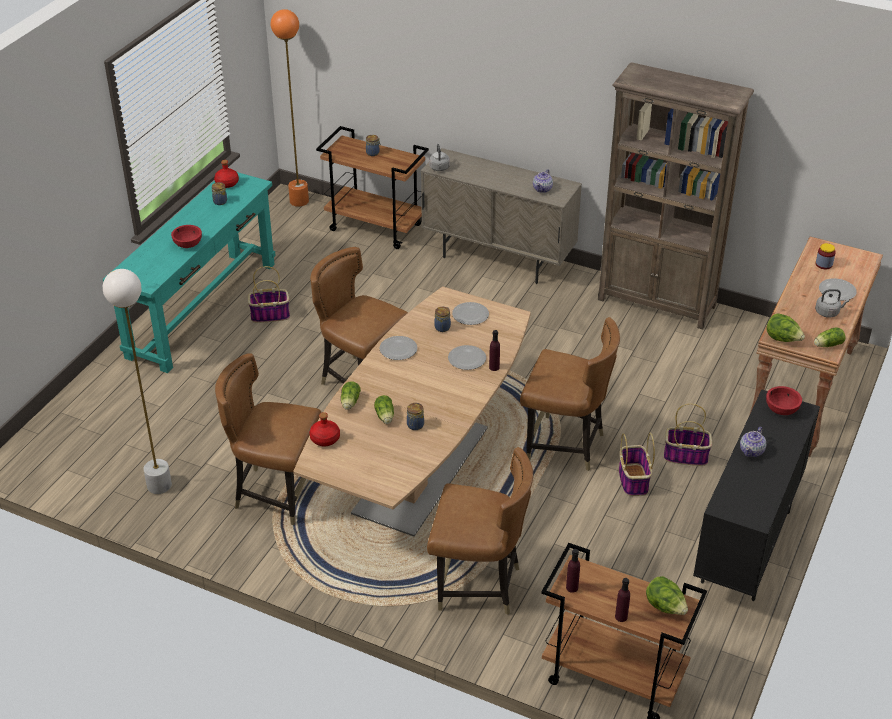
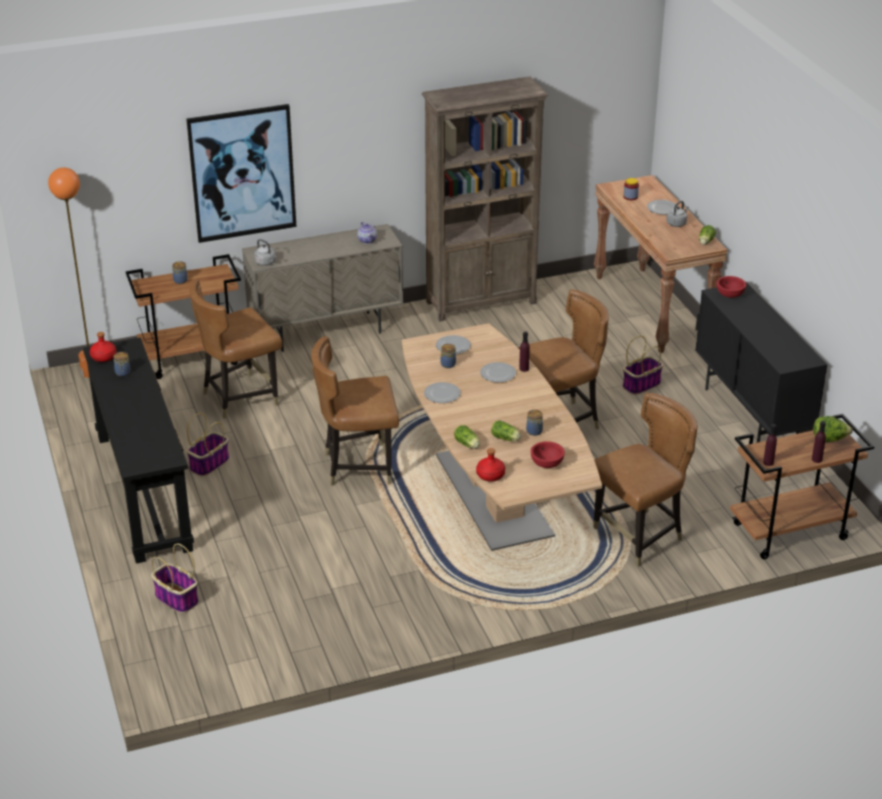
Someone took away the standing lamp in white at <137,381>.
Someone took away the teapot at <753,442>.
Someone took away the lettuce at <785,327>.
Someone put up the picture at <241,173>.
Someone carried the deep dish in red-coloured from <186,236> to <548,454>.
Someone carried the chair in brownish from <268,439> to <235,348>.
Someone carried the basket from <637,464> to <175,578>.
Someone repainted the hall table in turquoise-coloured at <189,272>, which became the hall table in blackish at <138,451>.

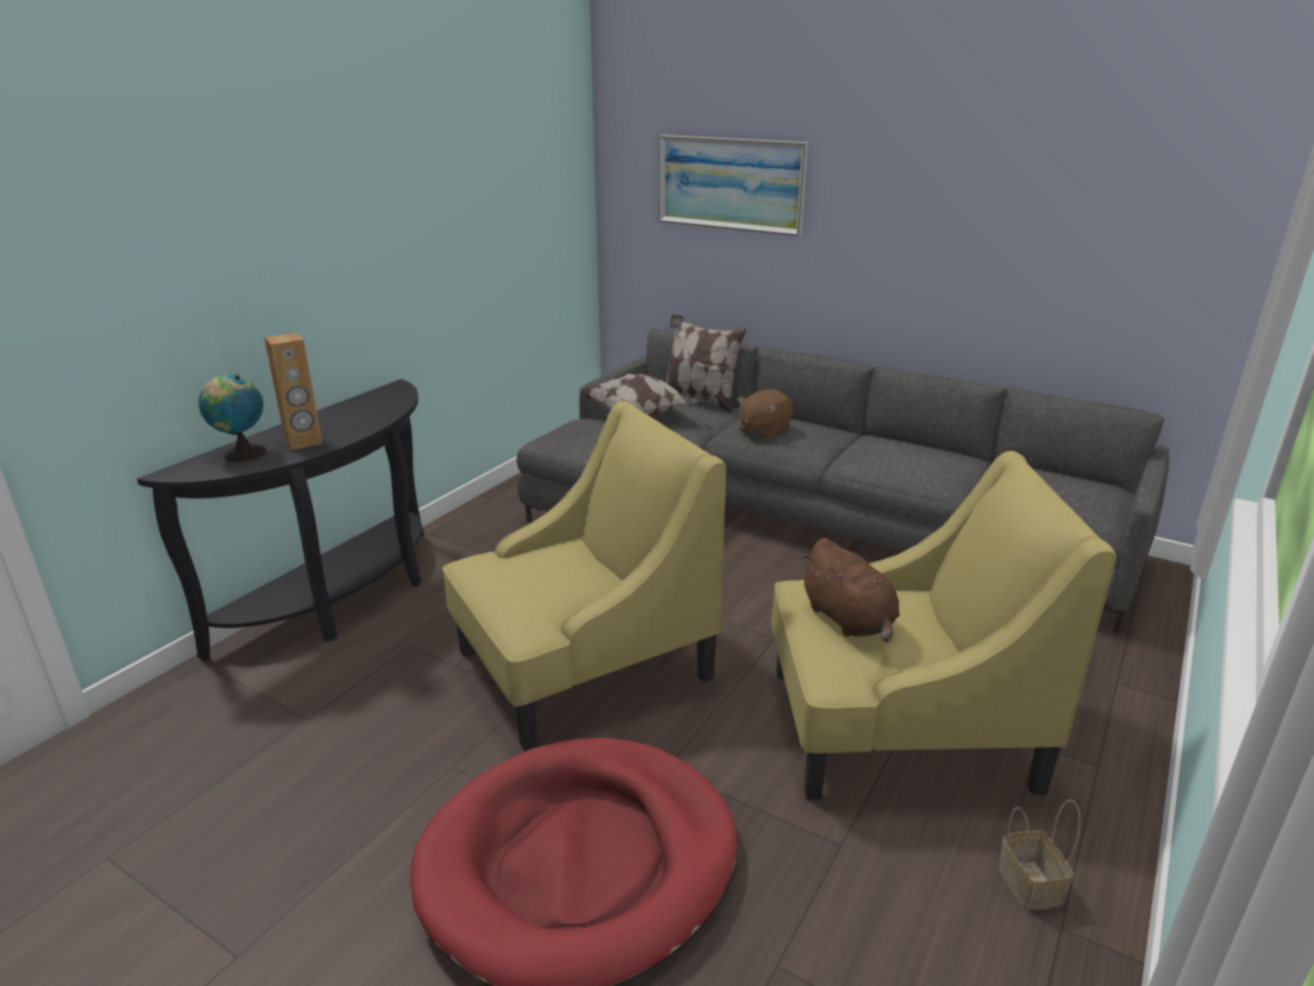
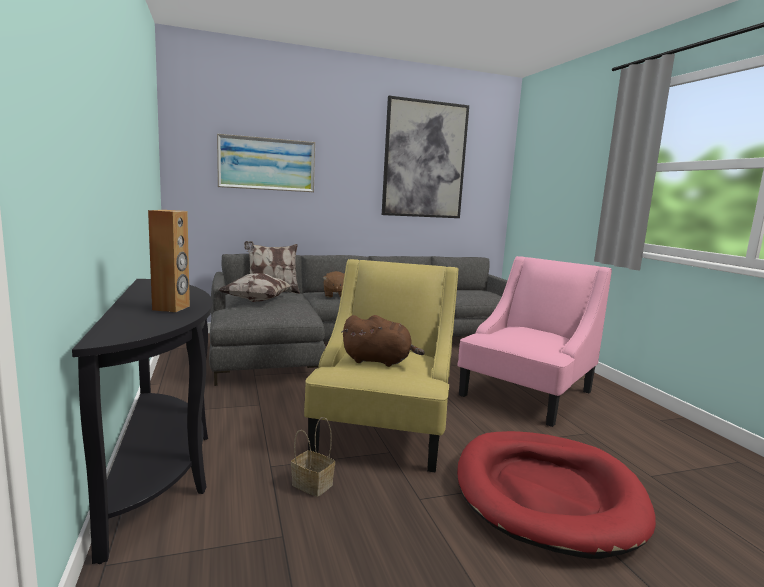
Someone took away the desk globe at <232,418>.
Someone put up the picture at <425,157>.
Someone carried the cuddly toy in brownish from <850,590> to <383,341>.
Someone carried the basket from <1039,855> to <313,457>.
Someone repainted the easy chair in yellow at <943,625>, which became the easy chair in pink at <534,341>.

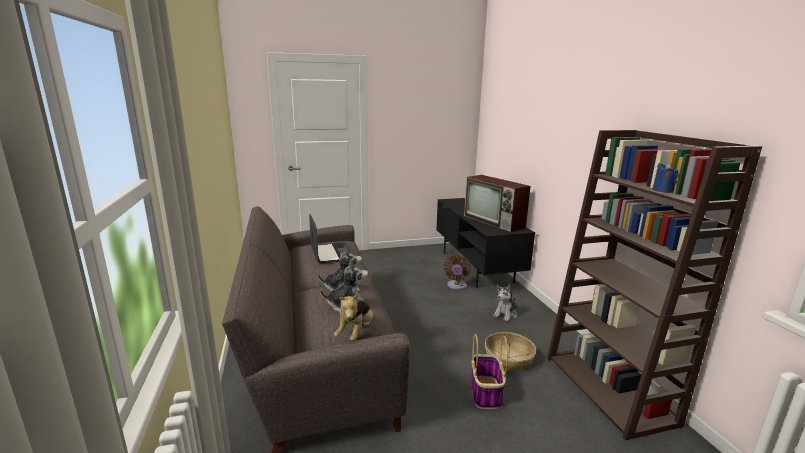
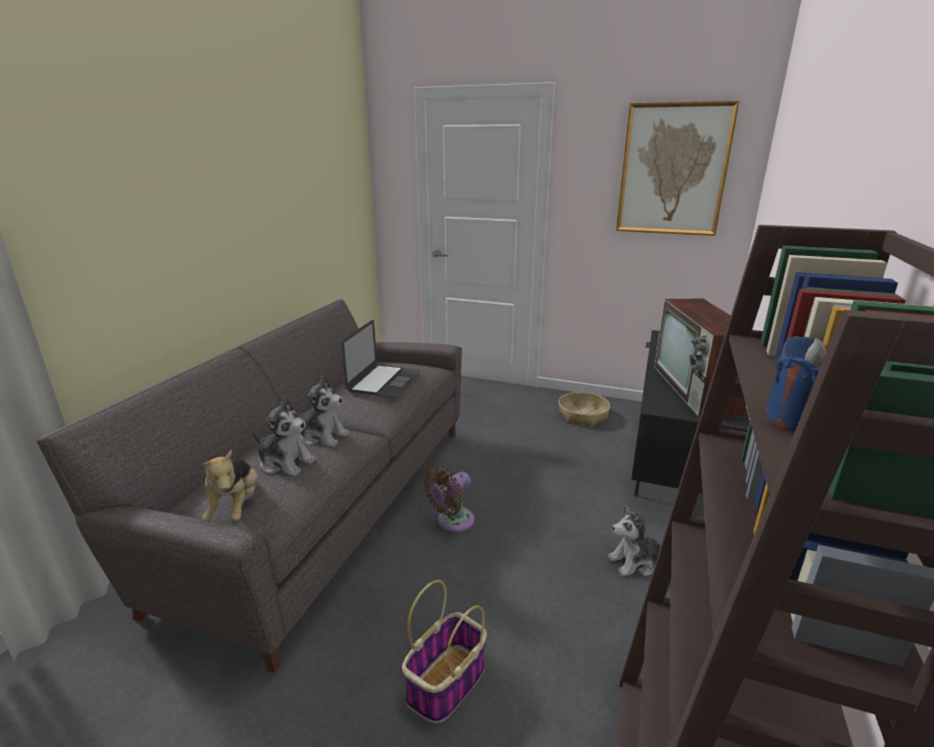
Someone put up the picture at <677,168>.
Someone carried the electric fan in brownish from <457,272> to <449,499>.
Someone carried the basket from <510,352> to <584,409>.
Someone rotated the cuddly toy at <353,317> by 60 degrees counterclockwise.

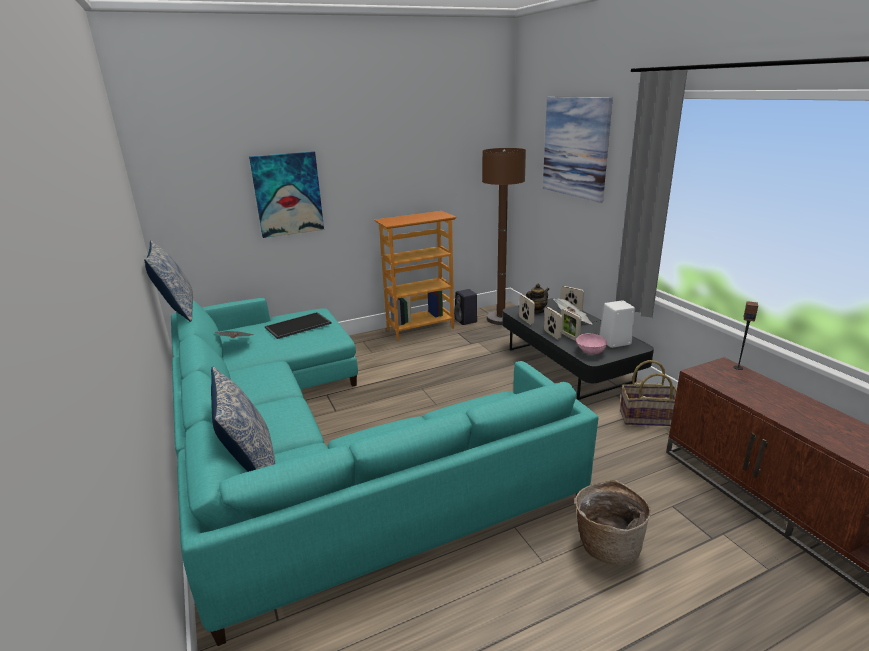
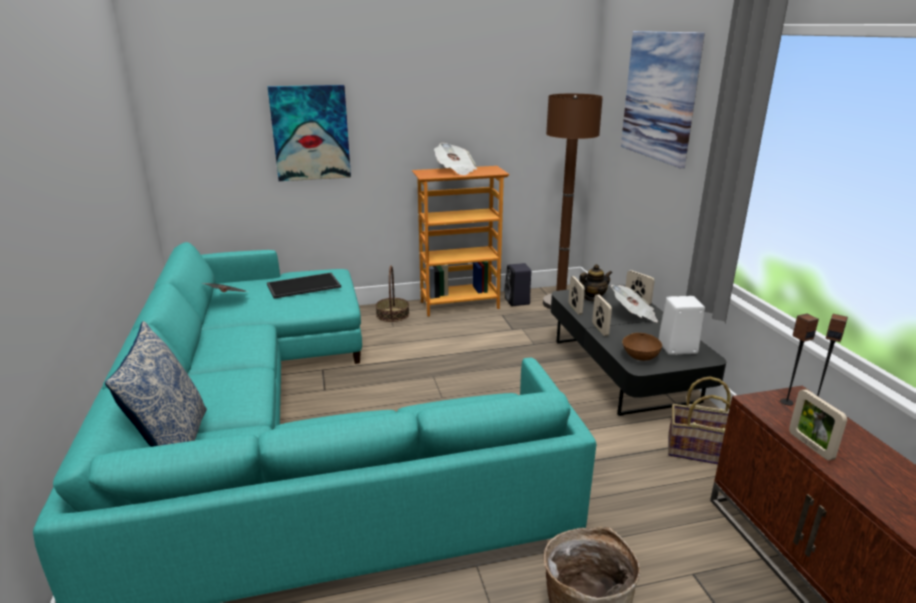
Someone took away the pillow at <168,281>.
Someone put down the basket at <392,293>.
Someone put down the newspaper at <455,159>.
Someone put down the loudspeaker at <799,360>.
Someone carried the photo frame from <571,325> to <818,424>.
Someone repainted the deep dish in pink at <591,343>, which became the deep dish in brownish at <642,347>.

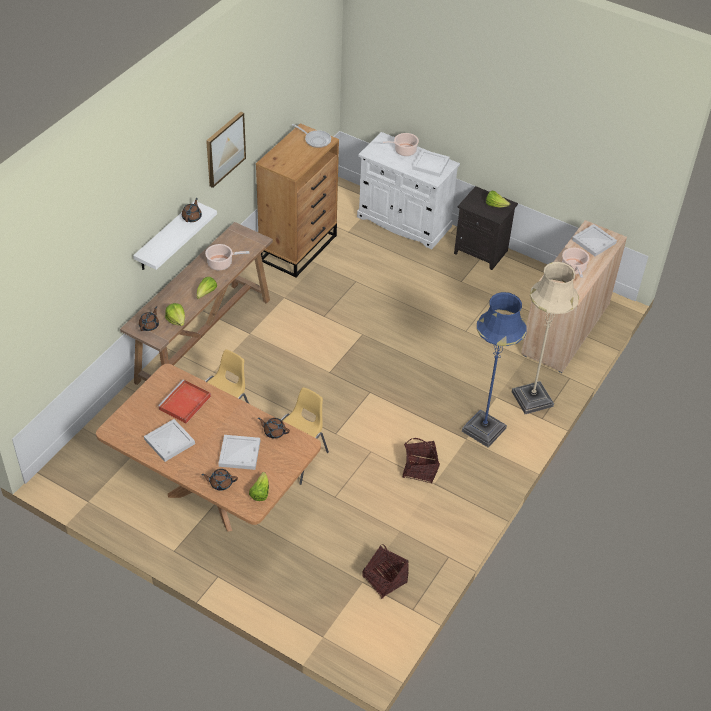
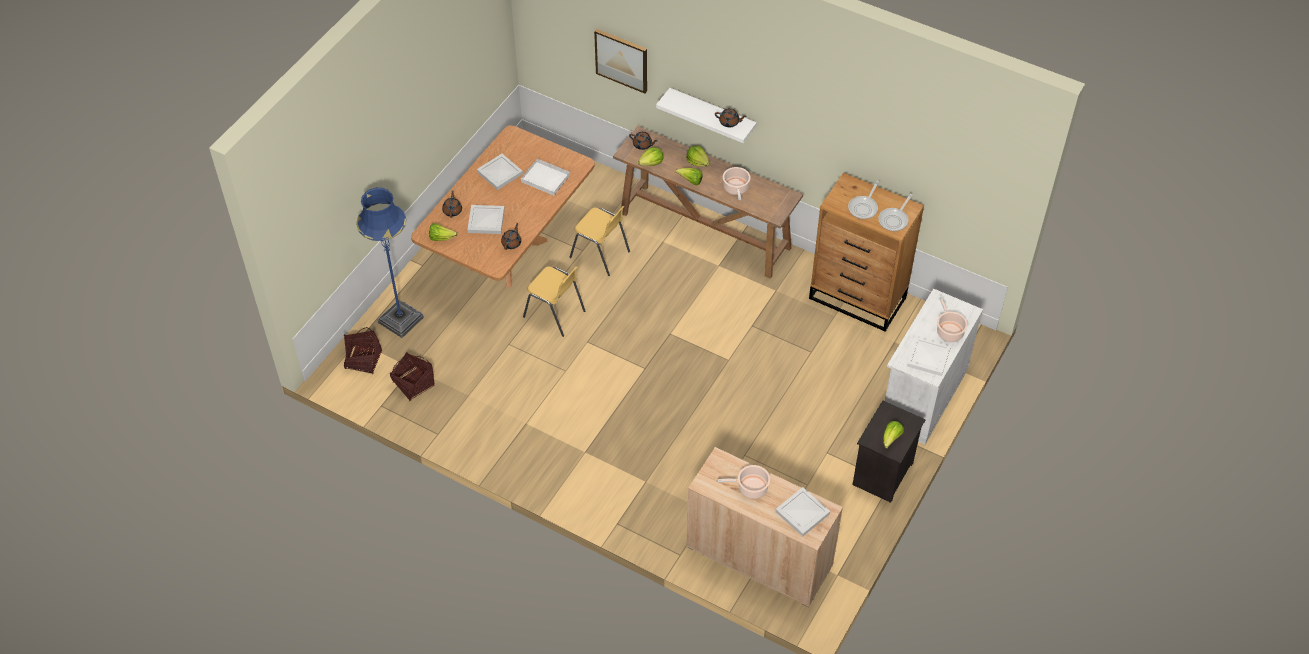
Someone took away the standing lamp in beige-coloured at <545,337>.
Someone put down the lettuce at <698,156>.
Someone put down the pan at <863,200>.
Someone carried the picture from <226,150> to <620,61>.
Someone carried the basket from <421,461> to <363,350>.
Someone carried the standing lamp in blue-coloured from <494,369> to <390,263>.
Someone repainted the tray in red-coloured at <184,401>, which became the tray in white at <545,177>.

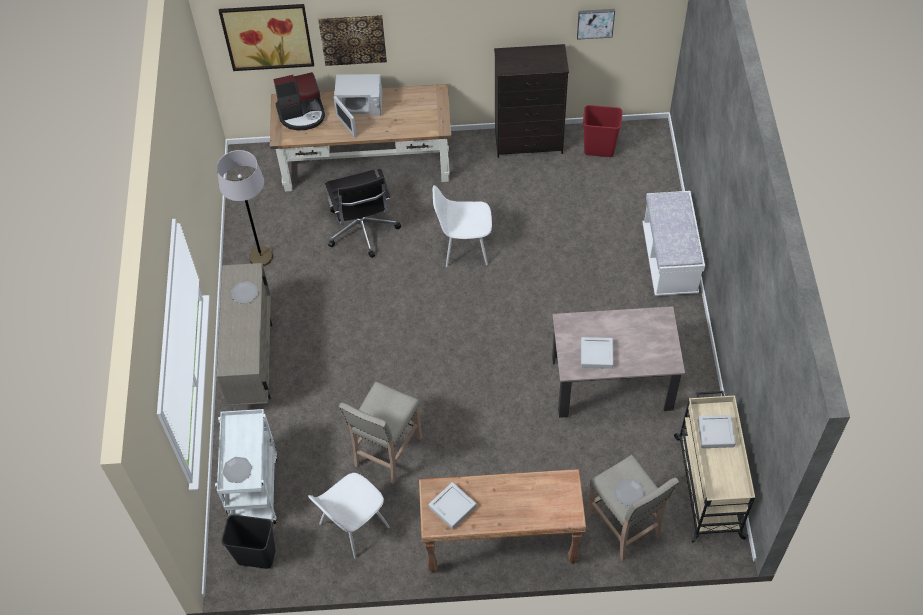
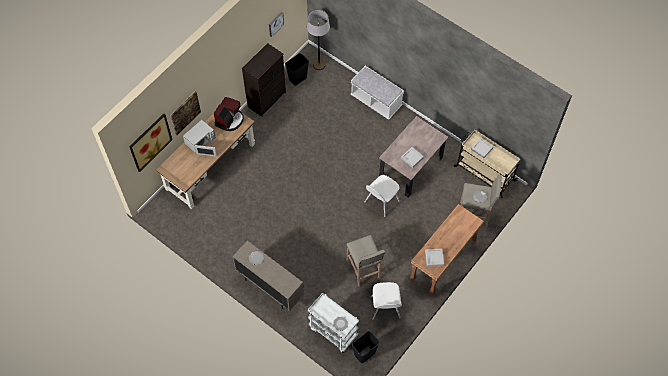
Someone took away the desk chair in blackish at <363,213>.
Someone carried the standing lamp in greyish from <245,208> to <318,40>.
Someone carried the coffee maker from <299,101> to <229,114>.
Someone carried the chair in white from <462,226> to <382,196>.
Someone repainted the trash can in red-coloured at <602,131>, which became the trash can in blackish at <297,69>.

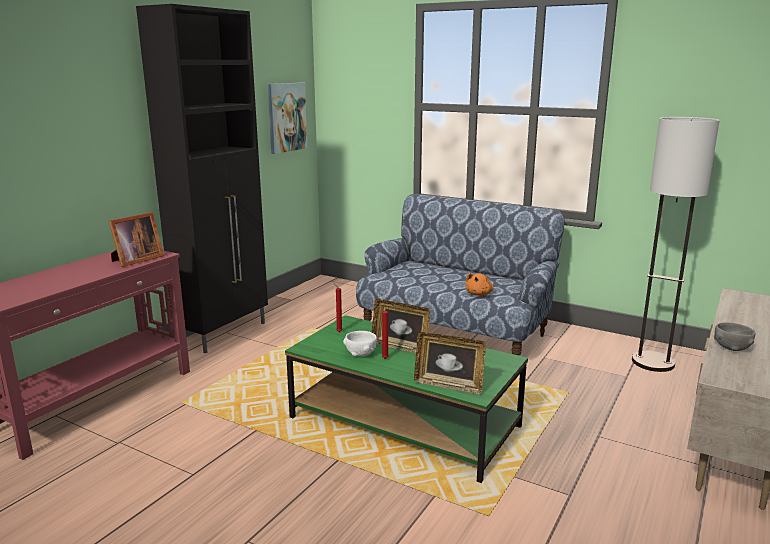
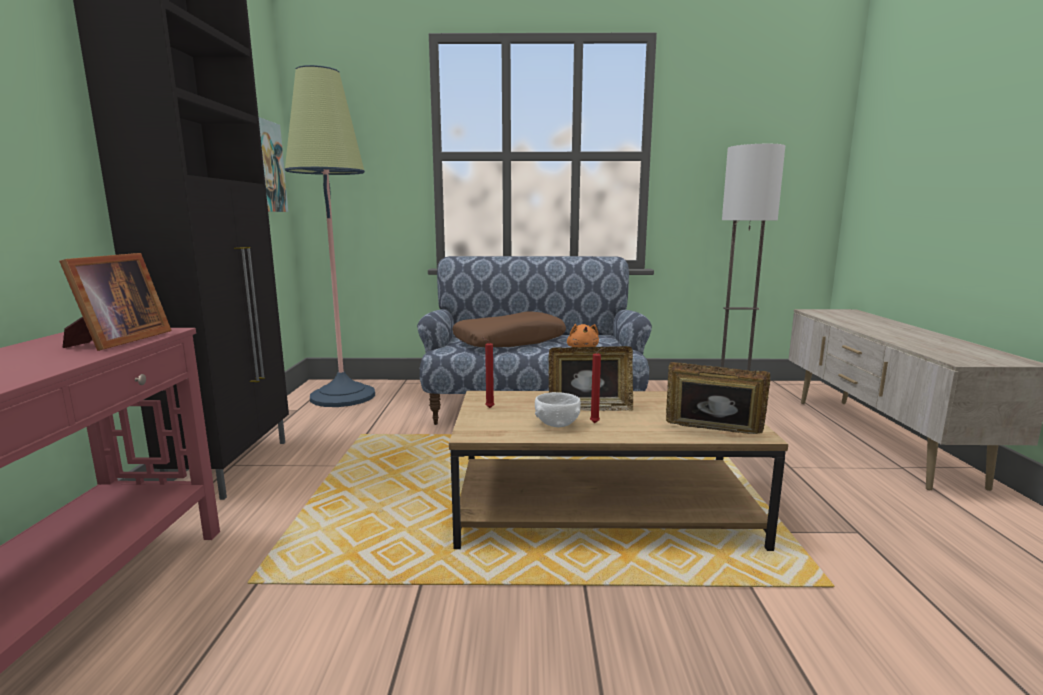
Someone took away the deep dish in greyish at <734,336>.
Someone put down the standing lamp at <330,236>.
Someone put down the pillow in brownish at <509,329>.
Someone repainted the coffee table in greenish at <406,399>, which became the coffee table in brownish at <618,471>.
Someone rotated the photo frame at <450,363> by 150 degrees counterclockwise.

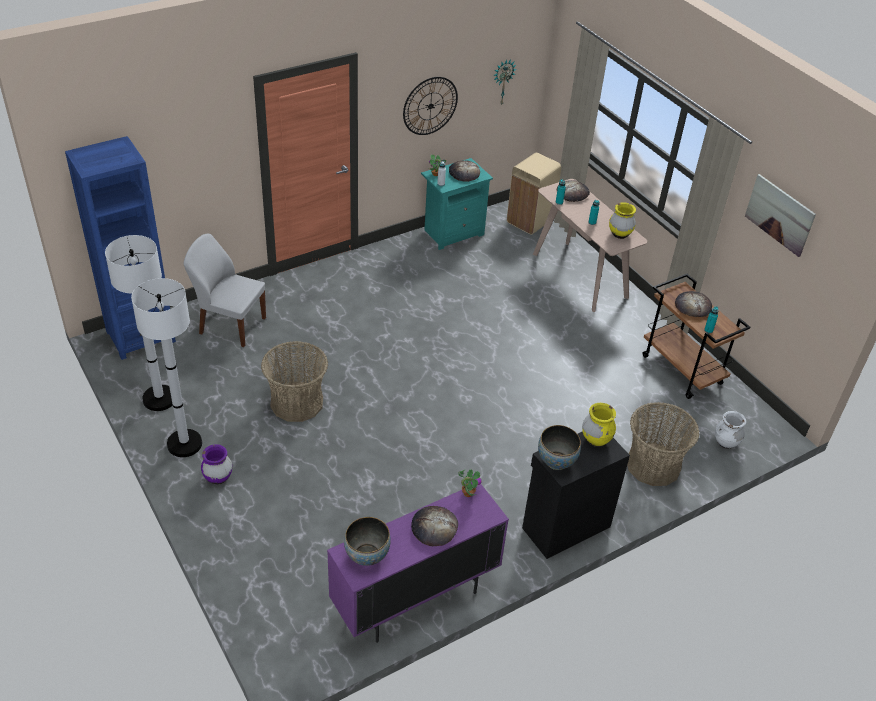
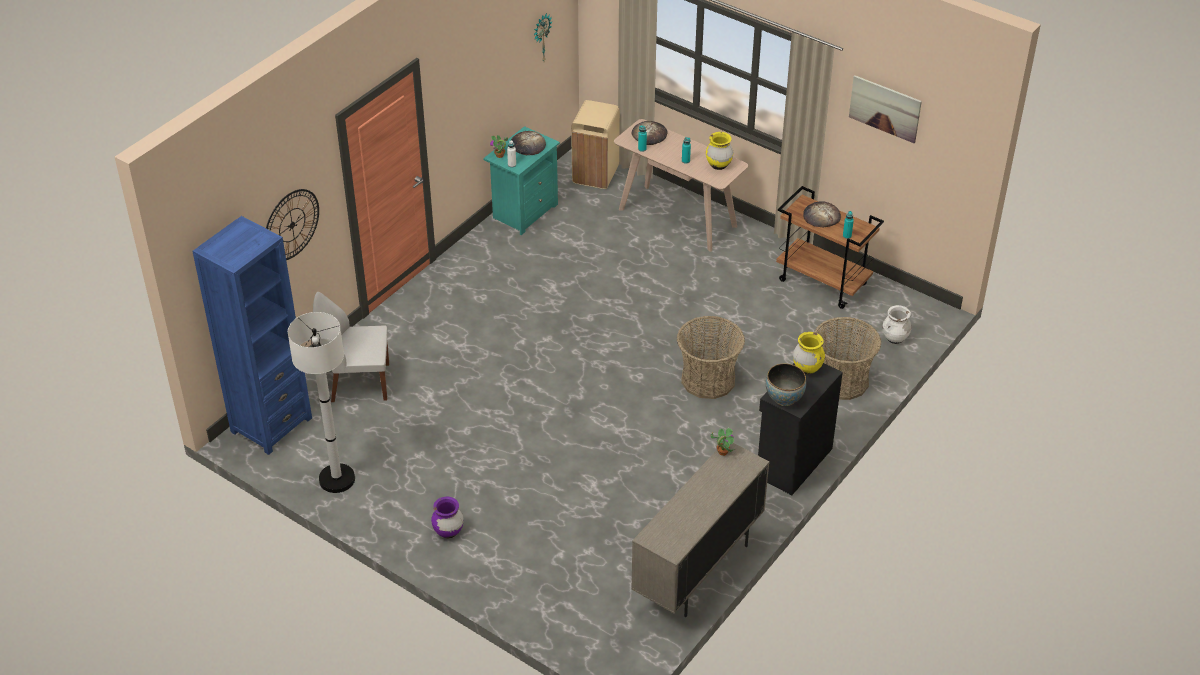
Someone took away the standing lamp in white at <166,367>.
Someone took away the deep dish at <367,541>.
Someone took away the bakery bread at <434,526>.
Someone carried the basket from <294,381> to <711,357>.
Someone carried the wall clock from <430,106> to <292,224>.
Someone repainted the cabinet in purplish at <418,563>, which became the cabinet in beige-coloured at <700,530>.

